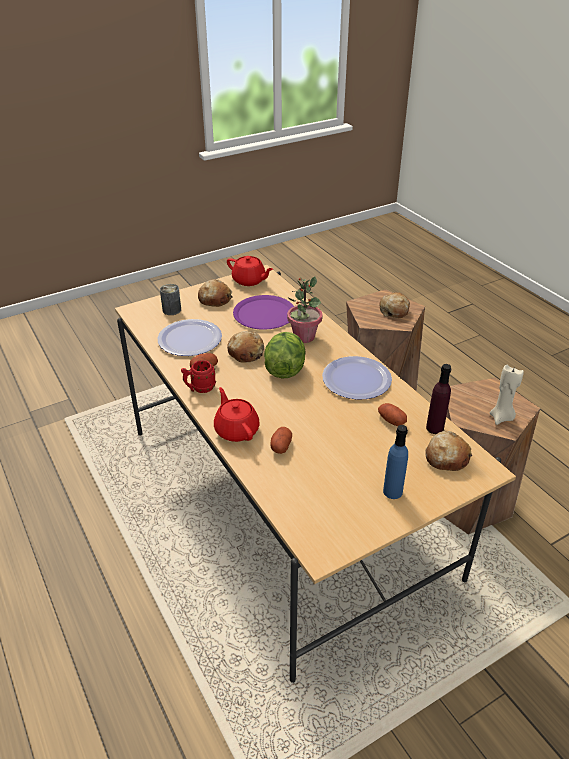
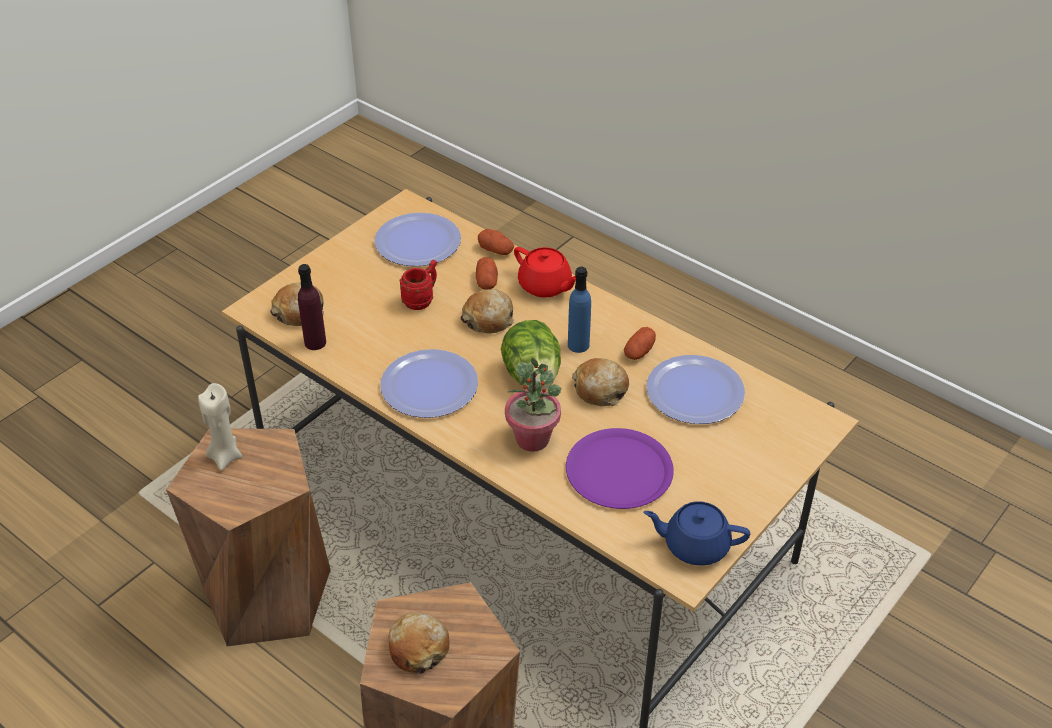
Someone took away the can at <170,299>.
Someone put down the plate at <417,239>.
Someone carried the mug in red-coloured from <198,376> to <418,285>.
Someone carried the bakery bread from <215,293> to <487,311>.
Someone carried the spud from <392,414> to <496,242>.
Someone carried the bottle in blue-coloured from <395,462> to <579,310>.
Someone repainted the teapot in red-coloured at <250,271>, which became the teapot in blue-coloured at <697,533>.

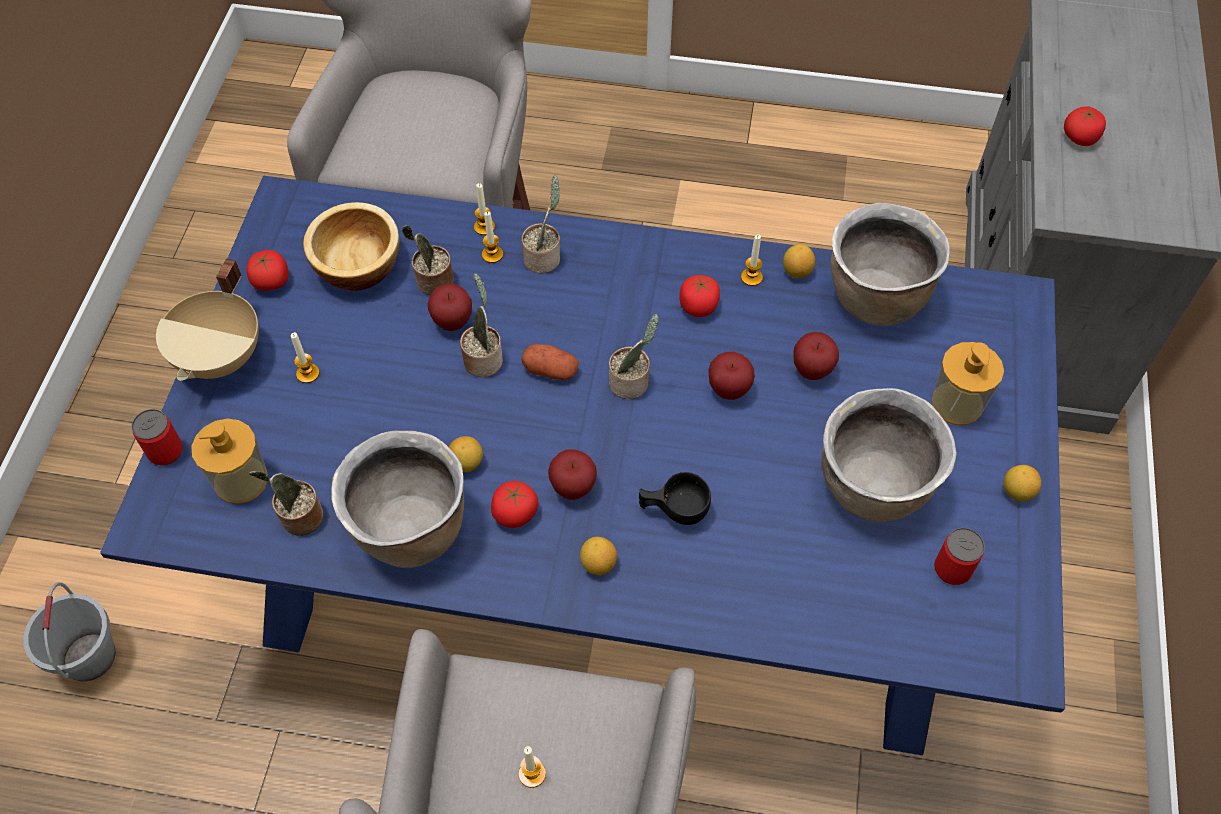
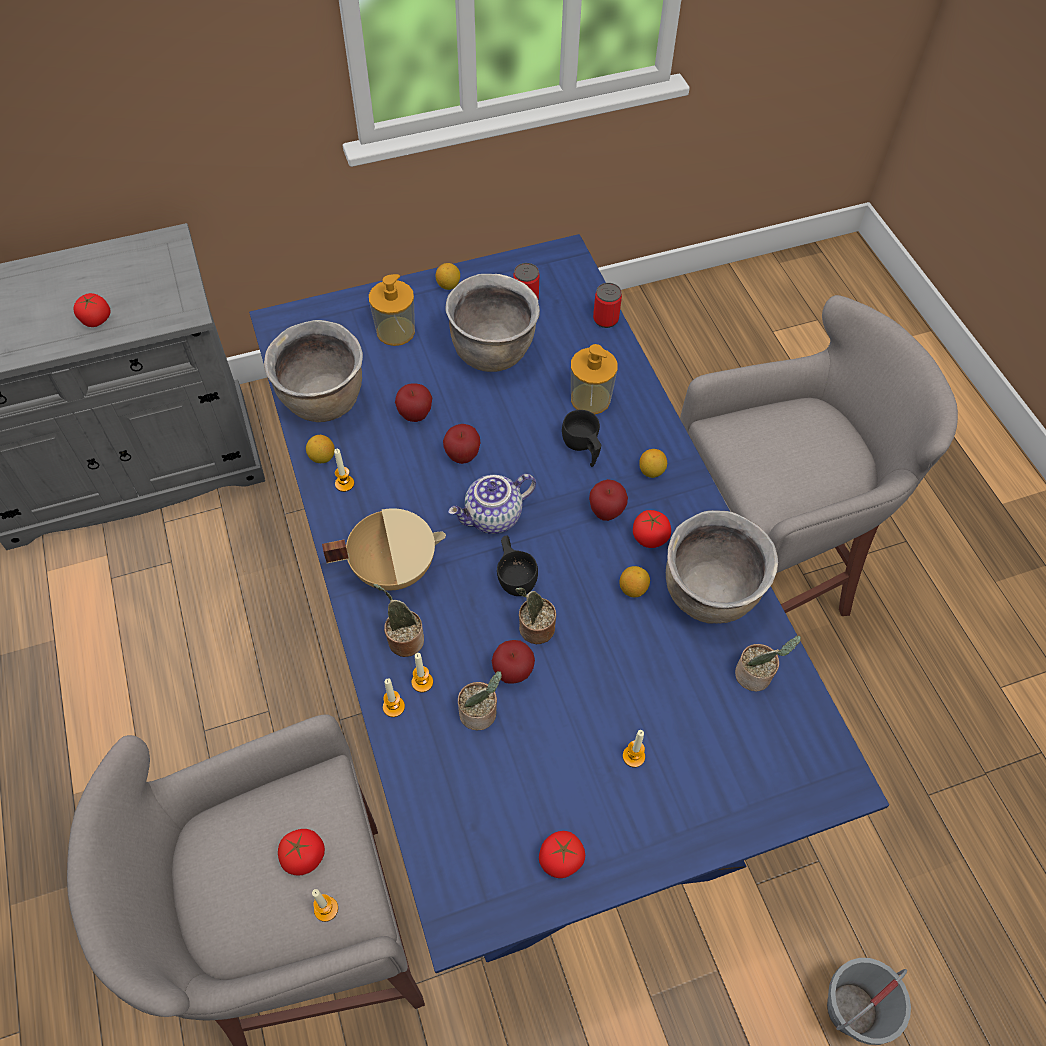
Someone took away the deep dish at <351,246>.
Someone carried the can from <157,437> to <607,305>.
Someone carried the saucepot in beige-coloured from <207,319> to <384,549>.
Someone carried the liquid soap bottle from <229,461> to <594,379>.
Someone carried the wax candle from <532,767> to <325,905>.
Someone carried the tomato from <699,296> to <301,852>.
Someone swapped the spud at <550,362> for the drinking cup in blackish at <517,566>.
Someone swapped the plant in a pot at <634,356> for the teapot at <492,503>.

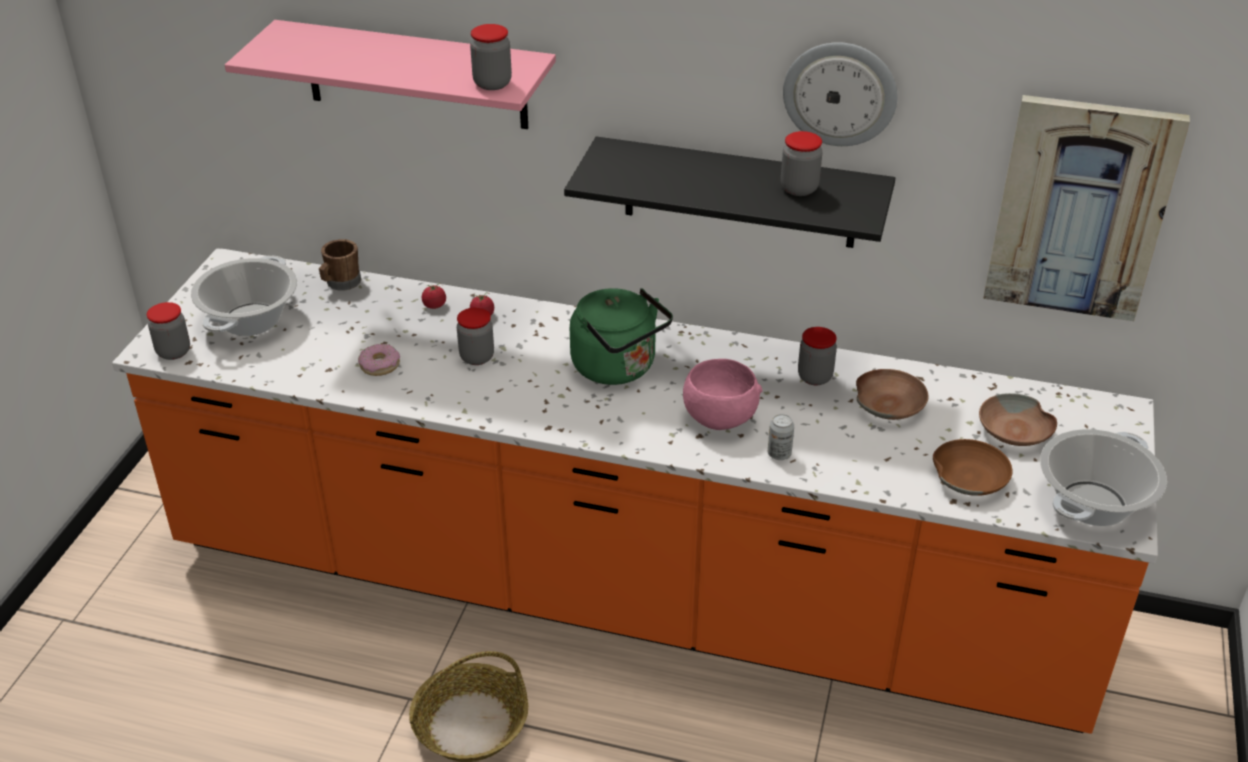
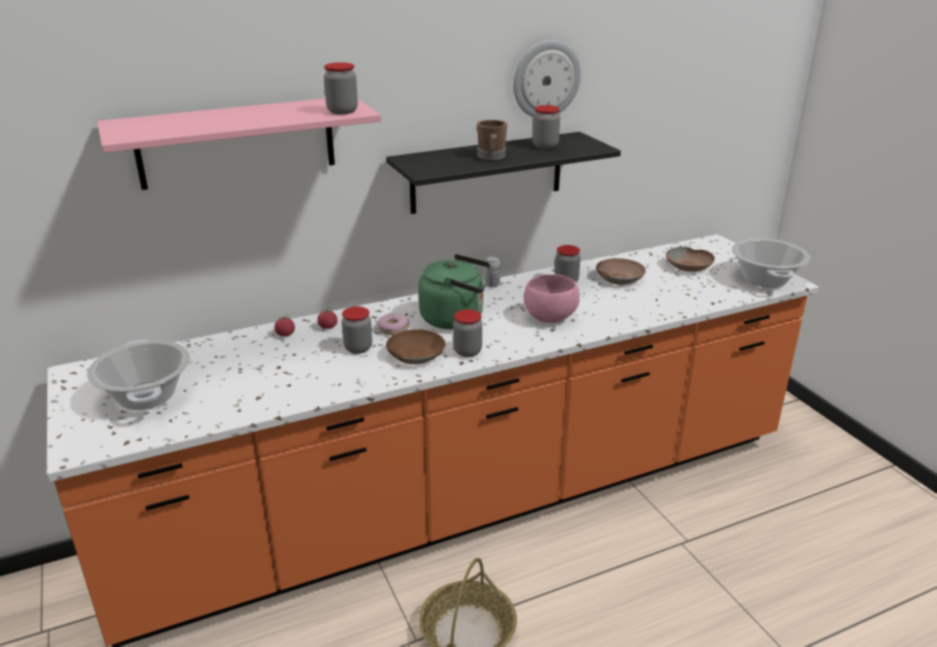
Someone took away the picture at <1086,208>.
Someone carried the jar from <168,331> to <467,333>.
Someone carried the mug in brownish from <340,265> to <492,140>.
Someone carried the donut from <379,360> to <393,324>.
Someone carried the can from <781,437> to <493,272>.
Someone carried the deep dish in brownish from <973,467> to <415,346>.

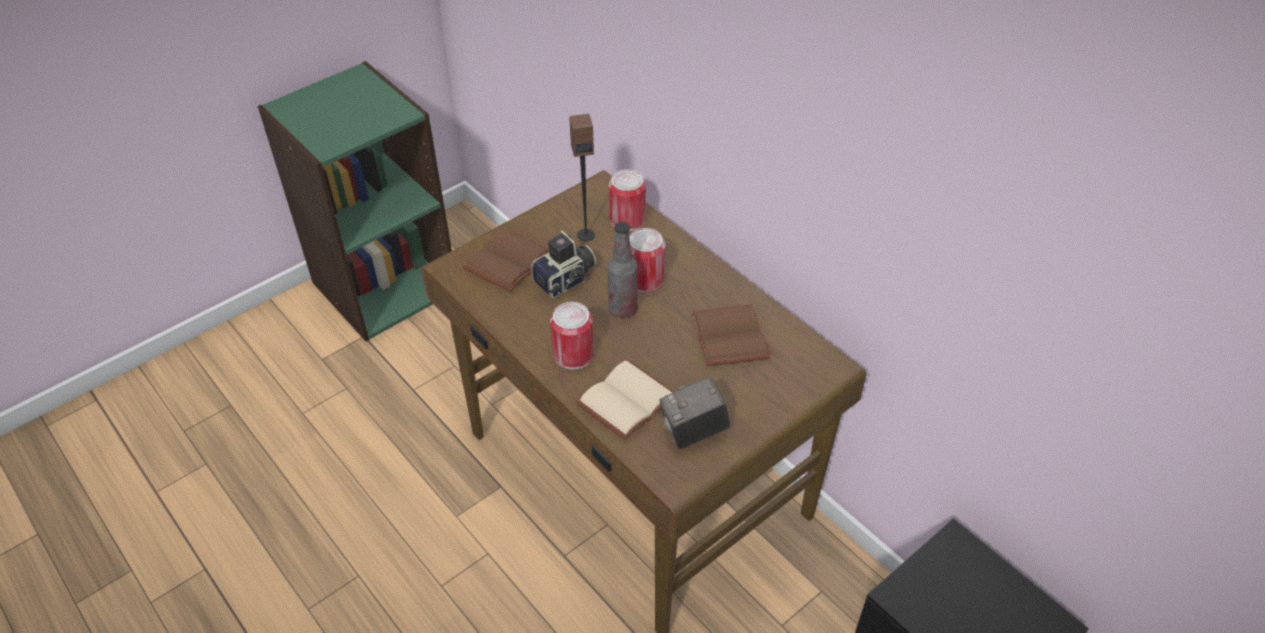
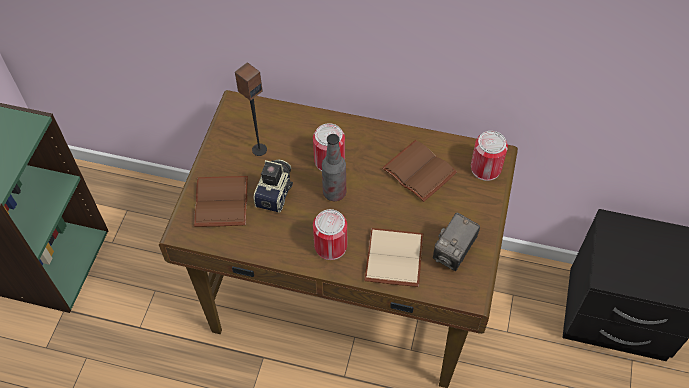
Someone carried the can from <627,200> to <489,156>.

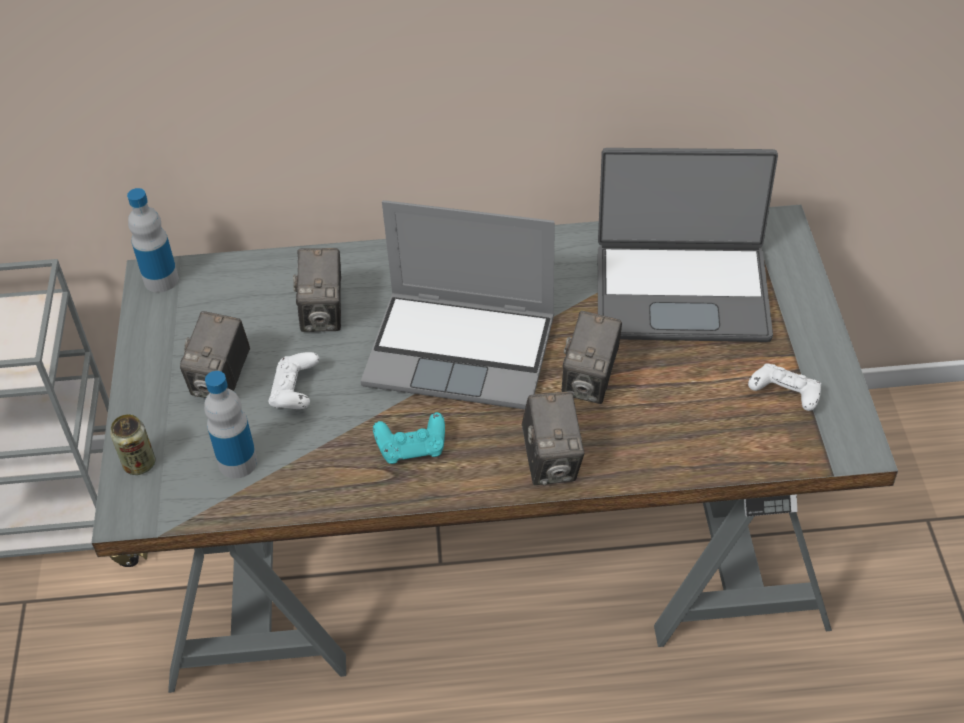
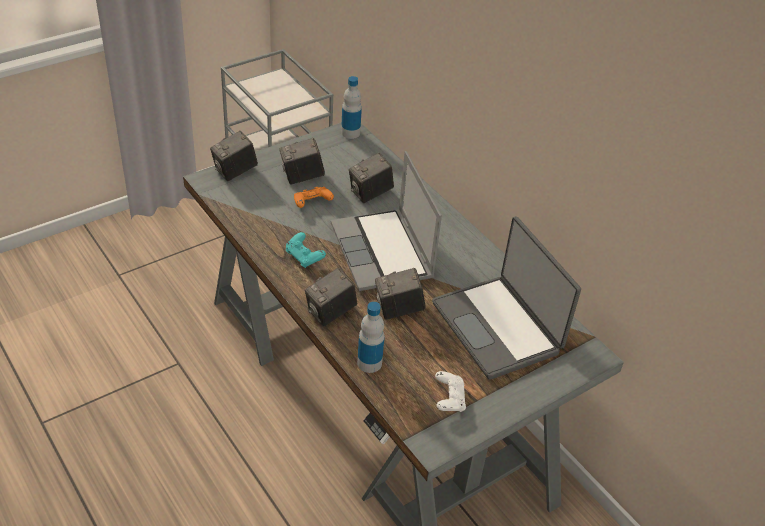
Someone carried the bottle from <230,425> to <371,337>.
Someone swapped the can at <132,444> for the still camera at <234,156>.
Someone repainted the gamepad in white at <293,380>, which became the gamepad in orangey at <314,197>.

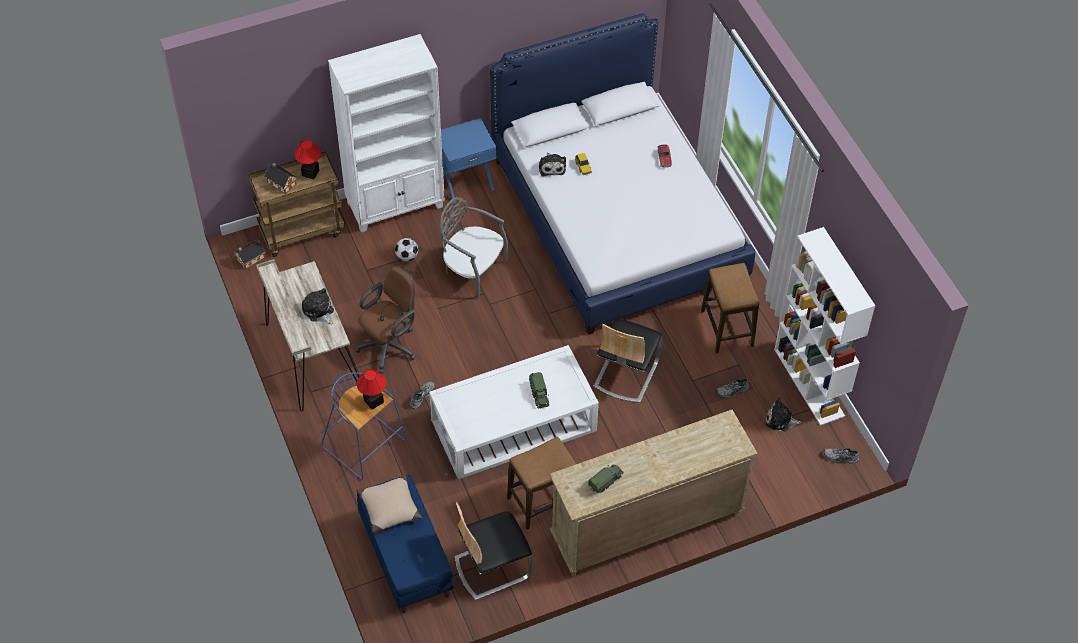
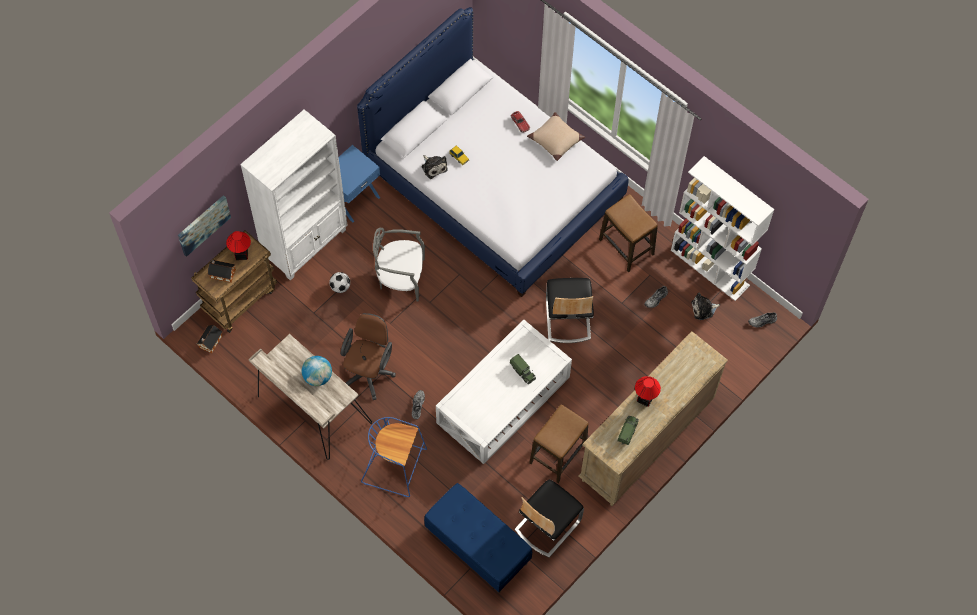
Someone put up the picture at <204,226>.
Someone carried the pillow in beige-coloured from <389,503> to <556,136>.
Someone carried the tabletop lamp from <371,389> to <648,391>.
Someone swapped the cuddly toy at <318,306> for the desk globe at <316,371>.

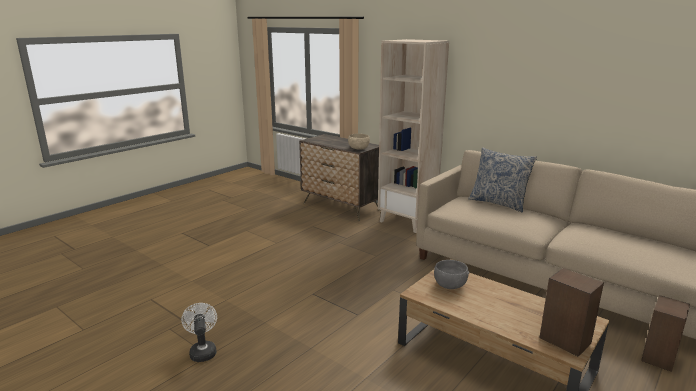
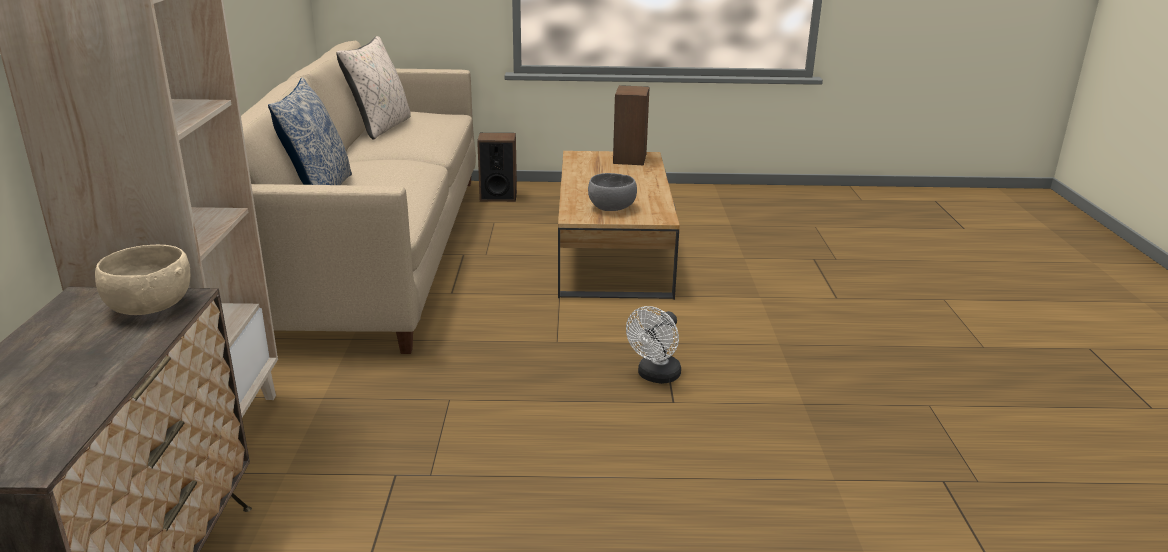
Someone put down the pillow in beige-coloured at <374,88>.
Someone carried the electric fan in white from <199,332> to <653,345>.

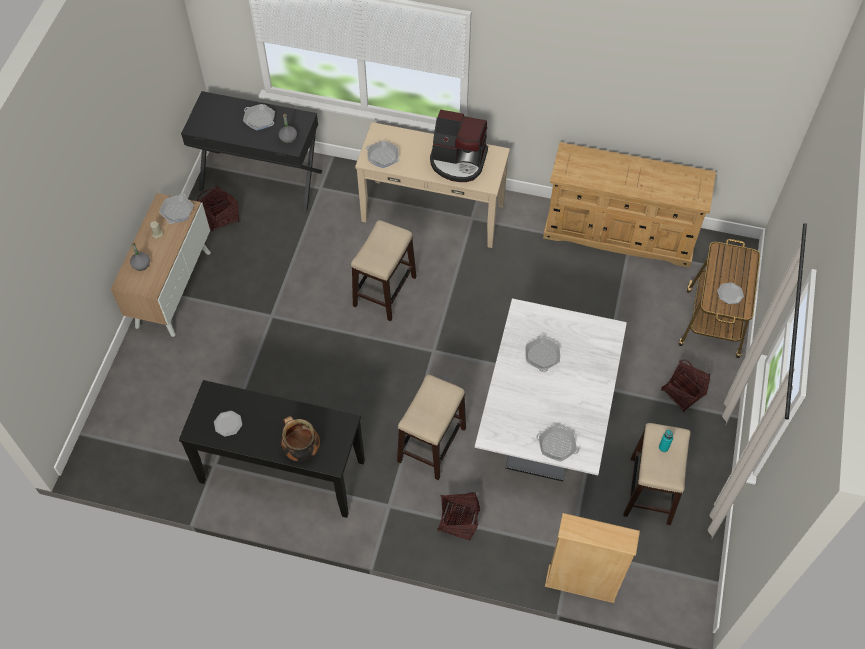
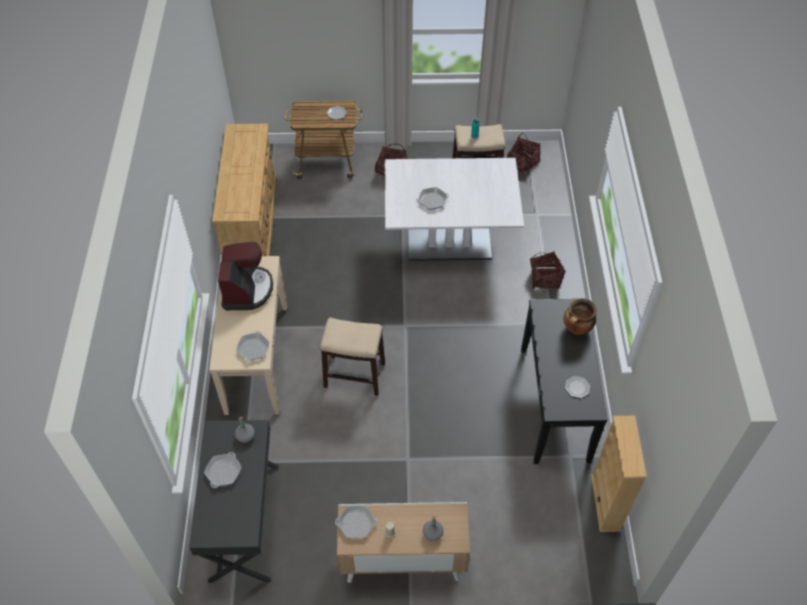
Someone took away the stool at <431,427>.
Someone took away the pan at <557,443>.
Someone carried the basket from <218,208> to <523,153>.
Someone carried the shelving unit in beige-coloured from <592,558> to <619,474>.

